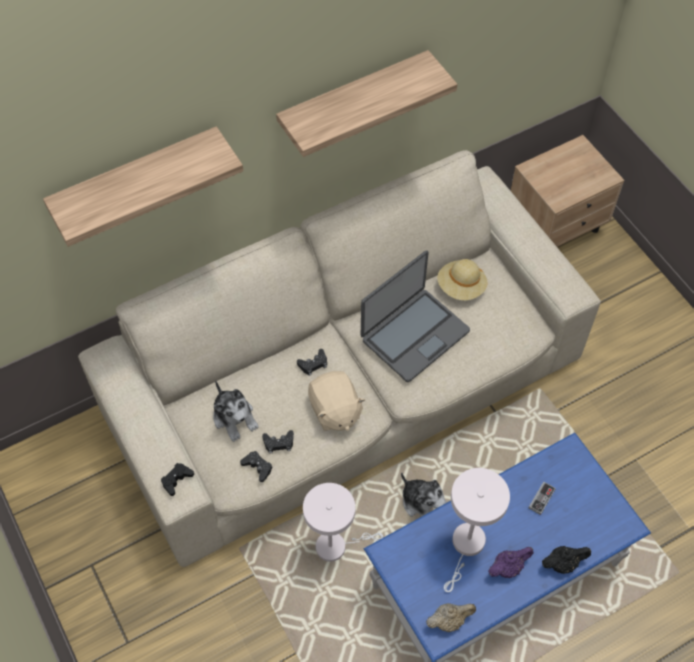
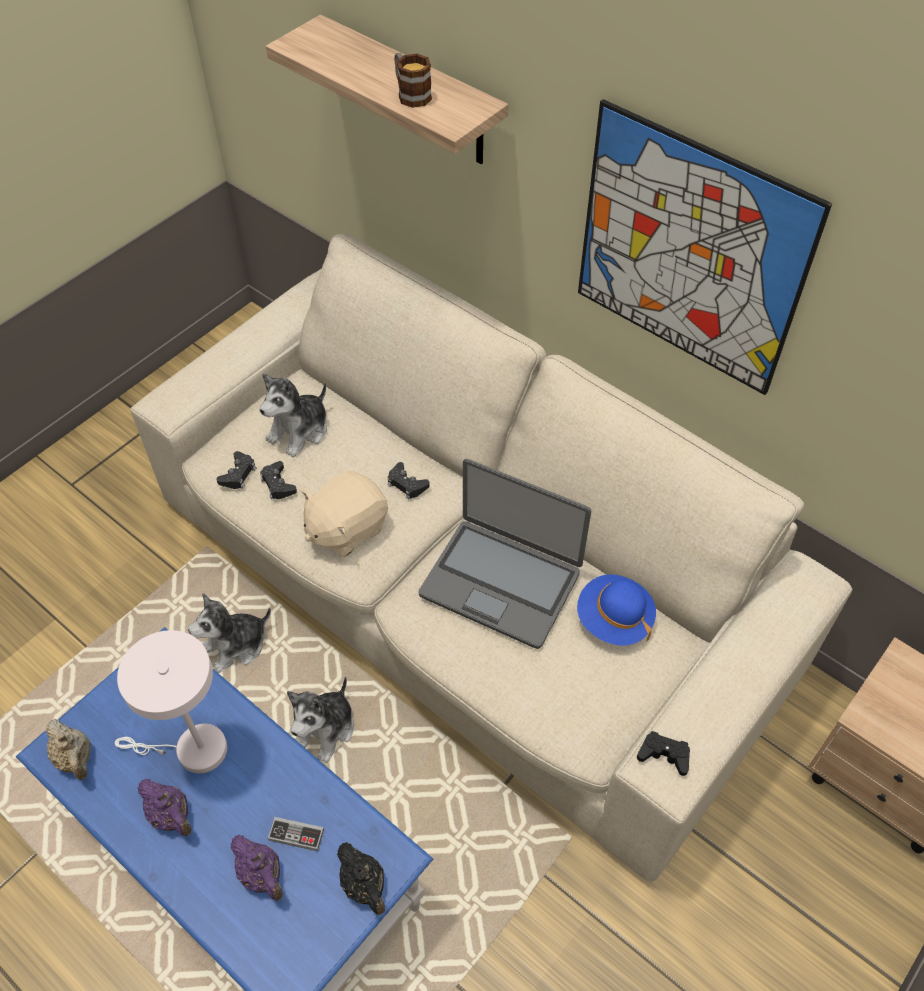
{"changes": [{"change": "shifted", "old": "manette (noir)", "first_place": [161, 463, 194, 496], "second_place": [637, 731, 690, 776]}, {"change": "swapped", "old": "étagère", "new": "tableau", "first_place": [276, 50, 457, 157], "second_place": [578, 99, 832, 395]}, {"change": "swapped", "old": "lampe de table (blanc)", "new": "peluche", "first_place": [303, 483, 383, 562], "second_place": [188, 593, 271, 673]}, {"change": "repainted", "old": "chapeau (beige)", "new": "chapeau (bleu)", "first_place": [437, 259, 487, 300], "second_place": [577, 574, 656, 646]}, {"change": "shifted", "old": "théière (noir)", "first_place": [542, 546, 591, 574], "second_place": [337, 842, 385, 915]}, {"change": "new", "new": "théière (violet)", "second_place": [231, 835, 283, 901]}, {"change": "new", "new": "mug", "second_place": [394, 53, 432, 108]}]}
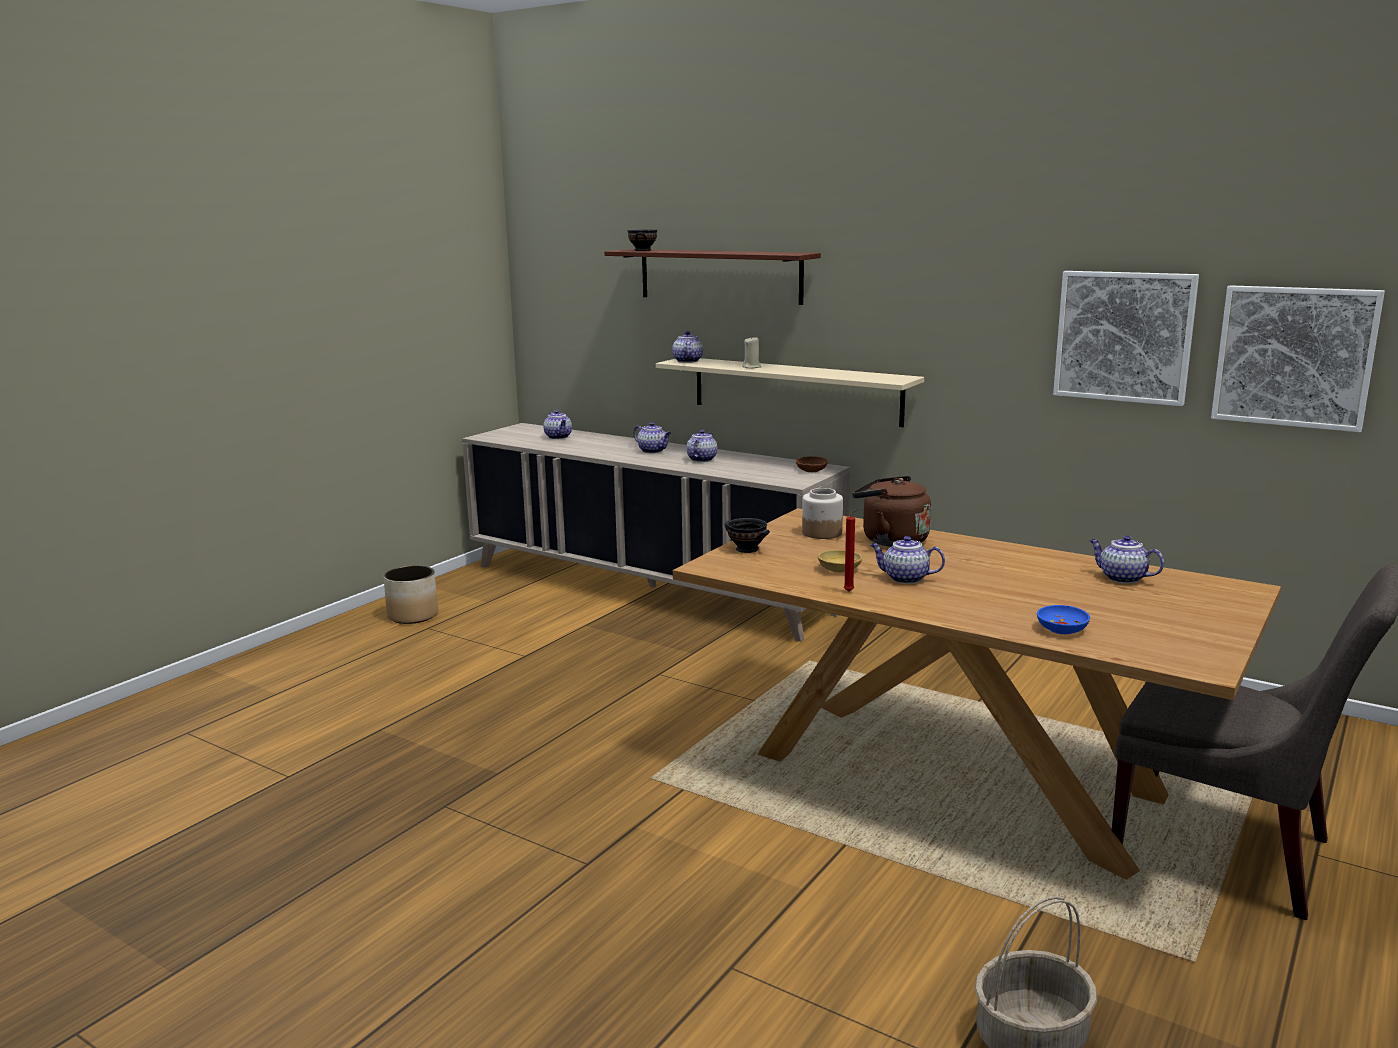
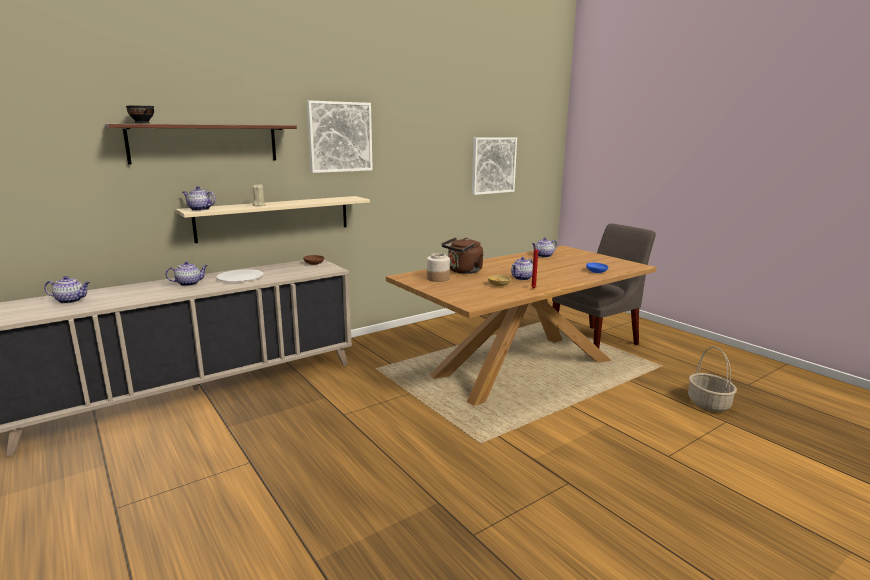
{"changes": [{"change": "gone", "old": "cache-pot", "first_place": [383, 565, 438, 624]}, {"change": "swapped", "old": "théière", "new": "assiette (blanc)", "first_place": [686, 430, 717, 462], "second_place": [216, 269, 263, 282]}, {"change": "gone", "old": "bol (noir)", "first_place": [725, 518, 770, 553]}, {"change": "shifted", "old": "tableau", "first_place": [1053, 271, 1199, 406], "second_place": [307, 101, 373, 173]}]}
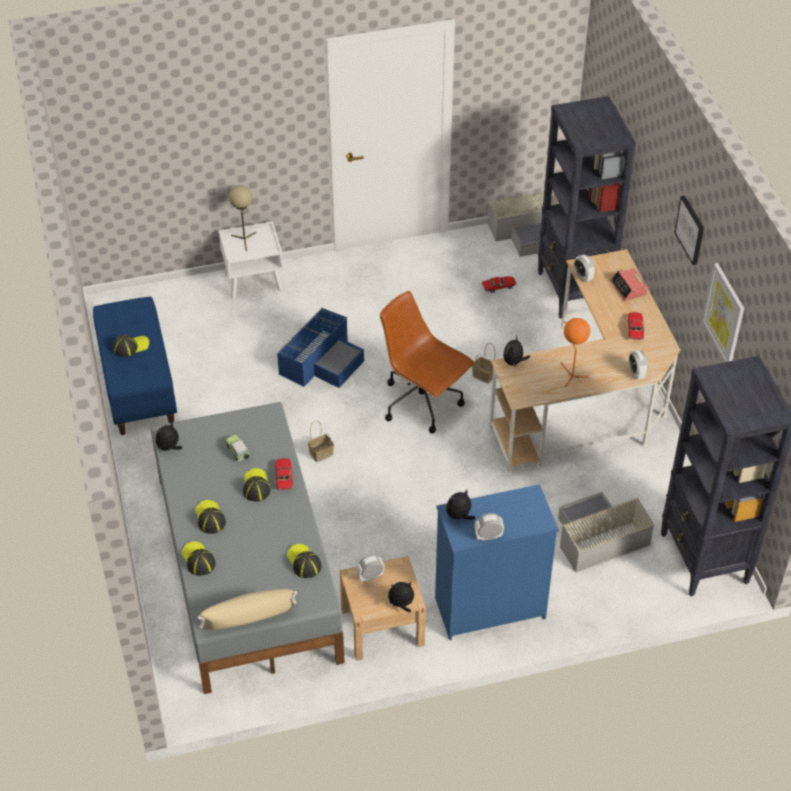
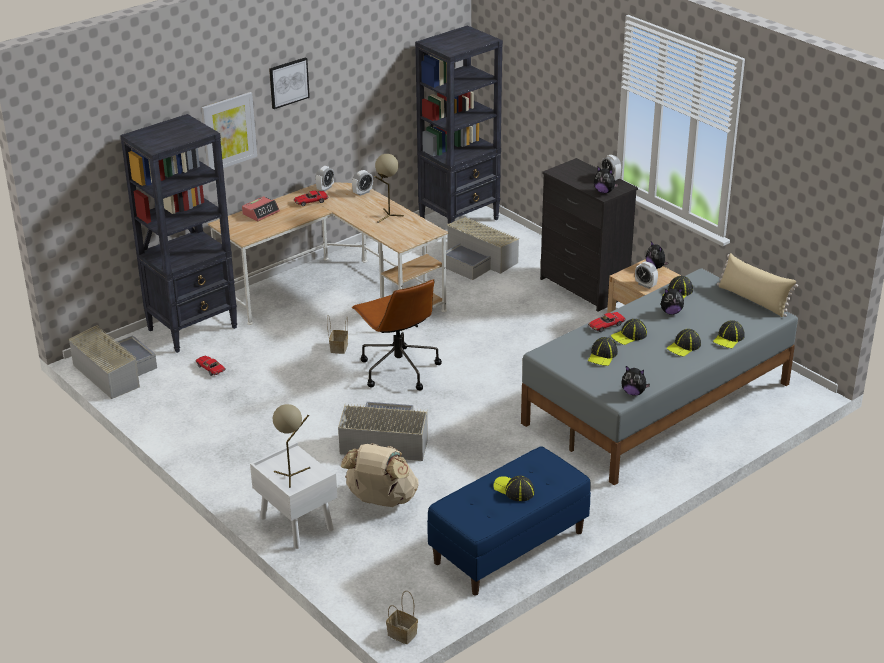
{"changes": [{"change": "swapped", "old": "petite voiture", "new": "casquette", "first_place": [225, 434, 250, 461], "second_place": [588, 337, 618, 366]}, {"change": "repainted", "old": "boîte de rangement (bleu)", "new": "boîte de rangement (gris)", "first_place": [277, 308, 364, 388], "second_place": [338, 402, 428, 461]}, {"change": "shifted", "old": "panier", "first_place": [308, 420, 334, 462], "second_place": [386, 591, 418, 644]}, {"change": "rotated", "old": "chaise de bureau (marron)", "first_place": [380, 291, 475, 433], "second_place": [352, 279, 442, 390], "degrees": -45}, {"change": "repainted", "old": "commode (bleu)", "new": "commode (noir)", "first_place": [435, 484, 559, 640], "second_place": [540, 158, 638, 312]}, {"change": "shifted", "old": "peluche", "first_place": [503, 335, 530, 368], "second_place": [661, 288, 684, 315]}, {"change": "repainted", "old": "lampe de table (orange)", "new": "lampe de table (beige)", "first_place": [561, 318, 590, 387], "second_place": [374, 154, 404, 223]}, {"change": "shifted", "old": "réveil", "first_place": [574, 255, 595, 282], "second_place": [315, 166, 334, 192]}, {"change": "shifted", "old": "tableau", "first_place": [702, 263, 744, 362], "second_place": [201, 92, 257, 170]}, {"change": "new", "new": "sac à dos (beige)", "second_place": [341, 443, 418, 507]}]}
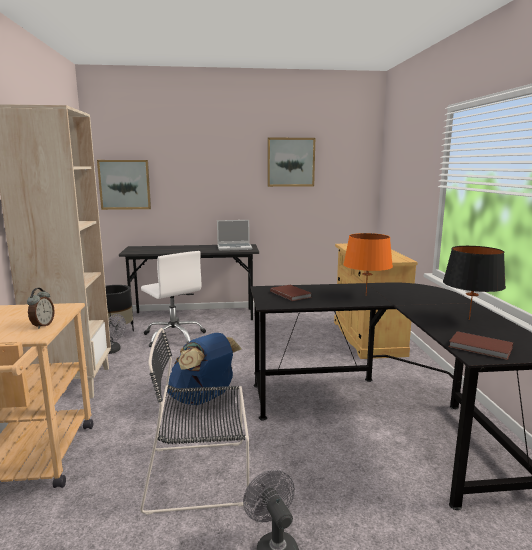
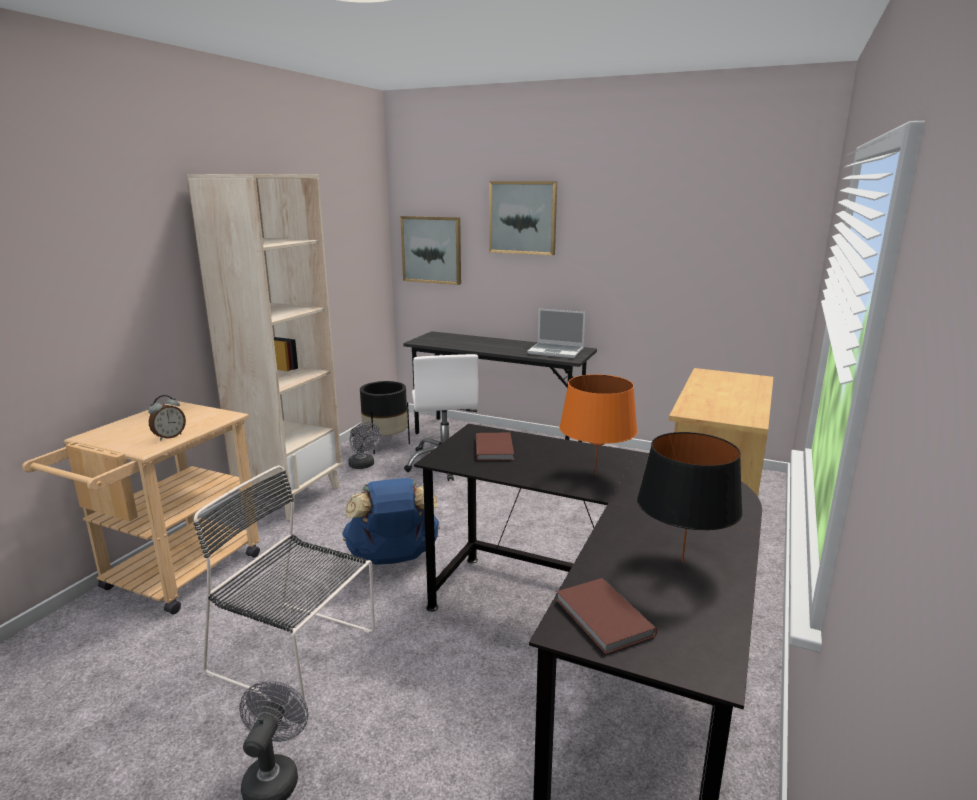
{"changes": [{"change": "shifted", "old": "tableau", "first_place": [268, 138, 315, 187], "second_place": [489, 181, 557, 255]}]}
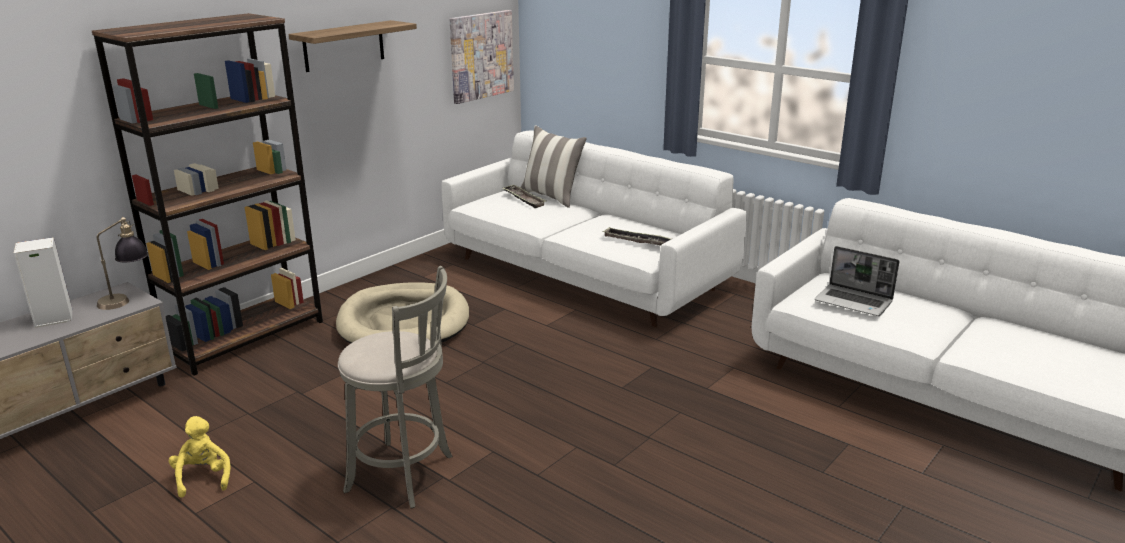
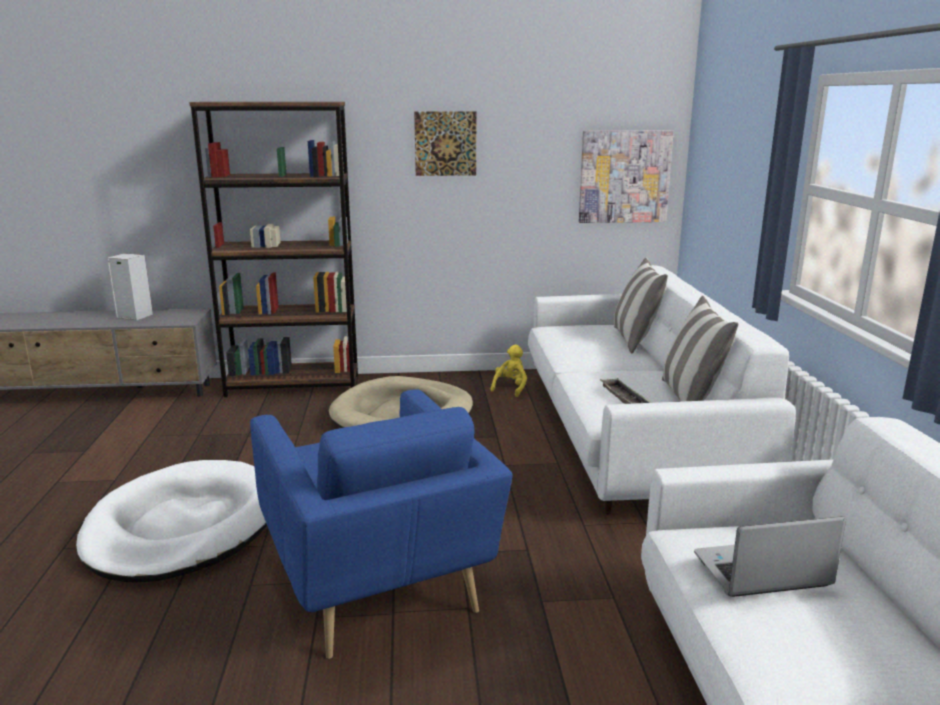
{"changes": [{"change": "gone", "old": "lampe de table", "first_place": [97, 216, 149, 310]}, {"change": "shifted", "old": "peluche (jaune)", "first_place": [169, 416, 231, 498], "second_place": [490, 344, 527, 397]}, {"change": "swapped", "old": "étagère", "new": "tableau", "first_place": [289, 20, 417, 72], "second_place": [414, 111, 476, 176]}, {"change": "swapped", "old": "tabouret (gris)", "new": "panier pour chien (blanc)", "first_place": [338, 266, 453, 508], "second_place": [76, 460, 267, 583]}, {"change": "gone", "old": "plateau", "first_place": [503, 185, 547, 208]}, {"change": "rotated", "old": "ordinateur portable", "first_place": [815, 246, 899, 316], "second_place": [694, 516, 846, 597], "degrees": 90}, {"change": "new", "new": "fauteuil (bleu)", "second_place": [250, 389, 512, 659]}, {"change": "new", "new": "coussin", "second_place": [662, 295, 738, 402]}]}
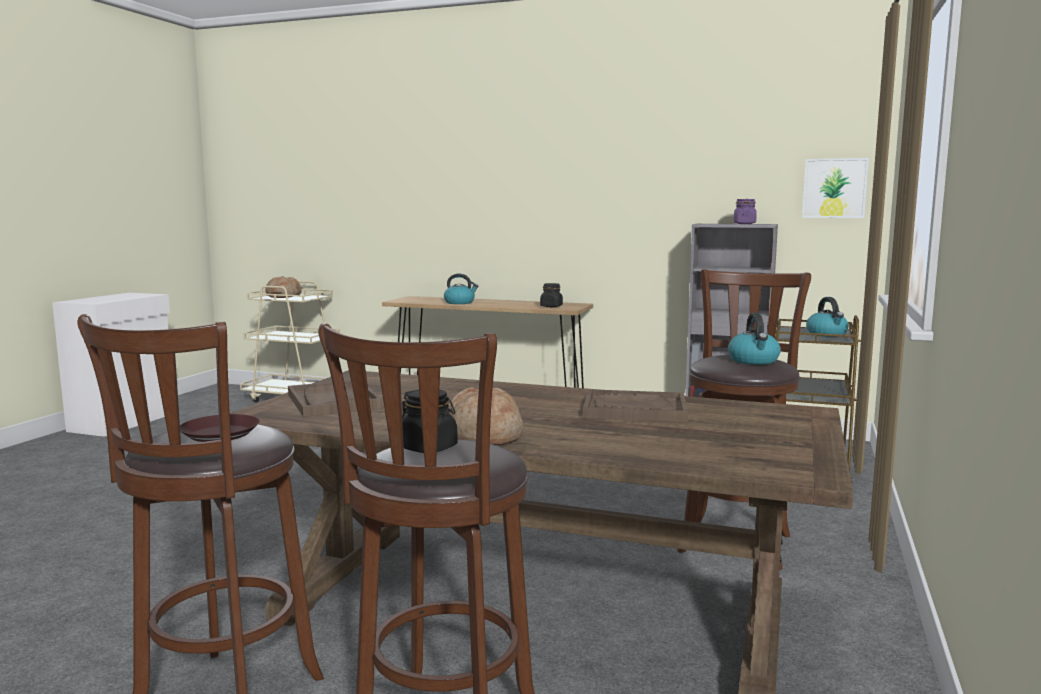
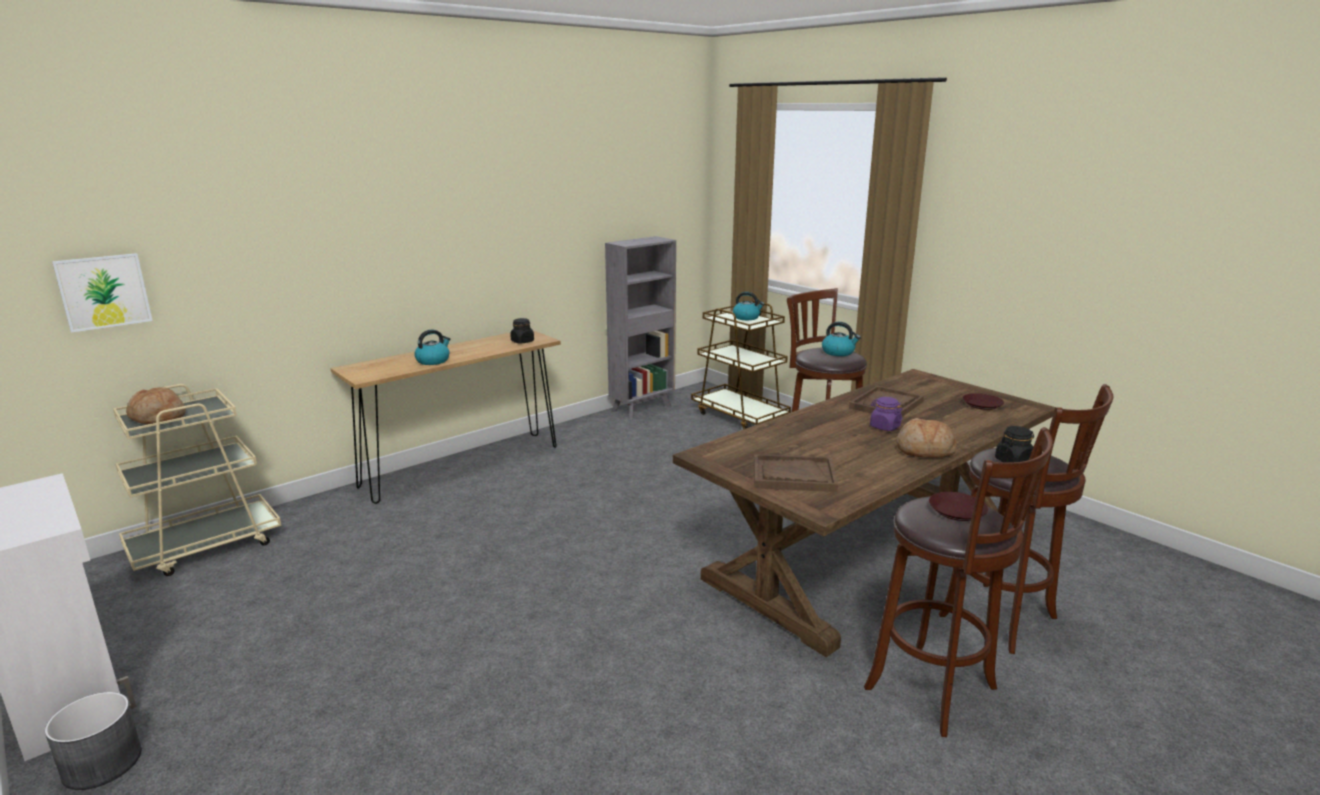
{"changes": [{"change": "shifted", "old": "bocal (violet)", "first_place": [734, 199, 757, 224], "second_place": [870, 397, 902, 431]}, {"change": "shifted", "old": "tableau", "first_place": [802, 158, 869, 218], "second_place": [52, 253, 153, 333]}, {"change": "new", "new": "cache-pot (gris)", "second_place": [45, 692, 142, 790]}, {"change": "new", "new": "assiette (marron)", "second_place": [963, 393, 1004, 410]}]}
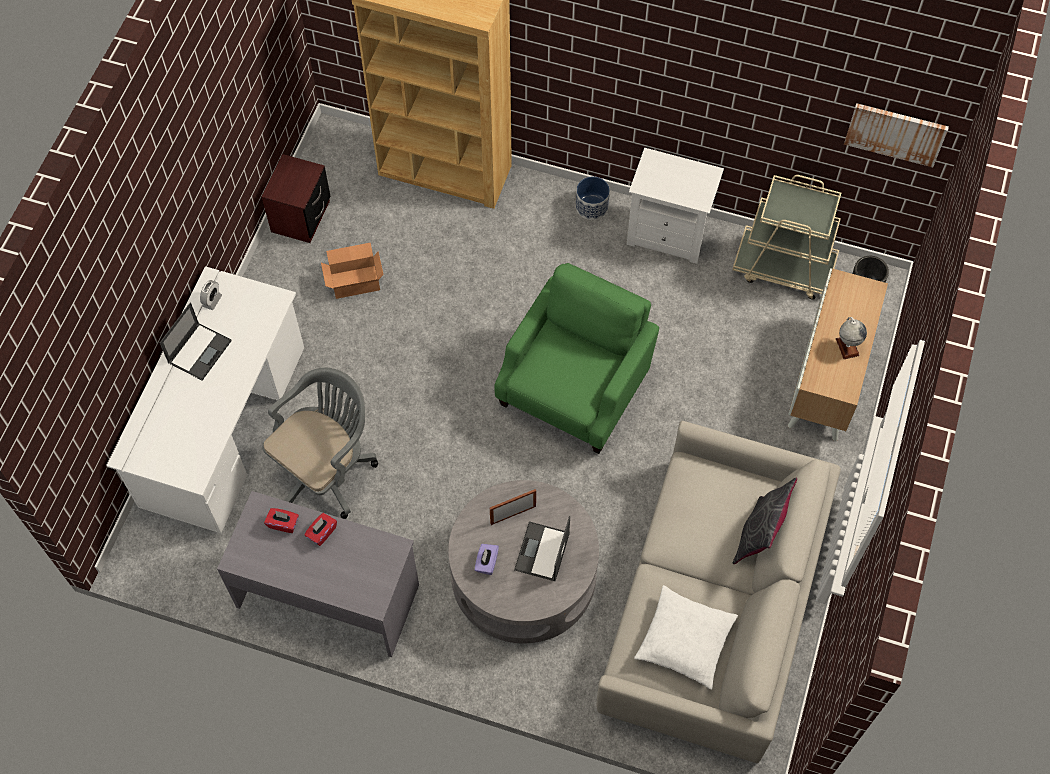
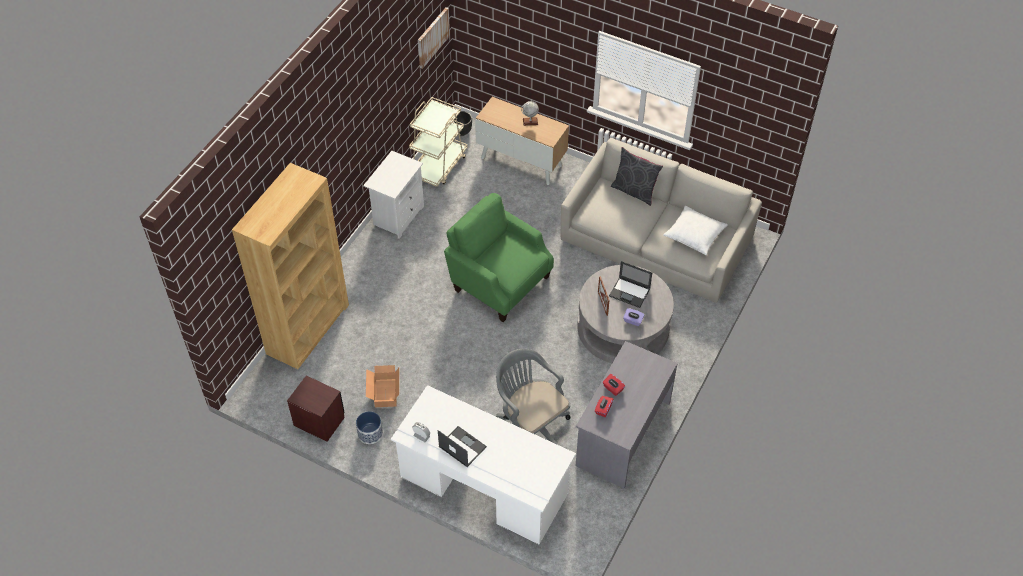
{"changes": [{"change": "shifted", "old": "cache-pot", "first_place": [576, 176, 610, 220], "second_place": [356, 411, 383, 444]}]}
